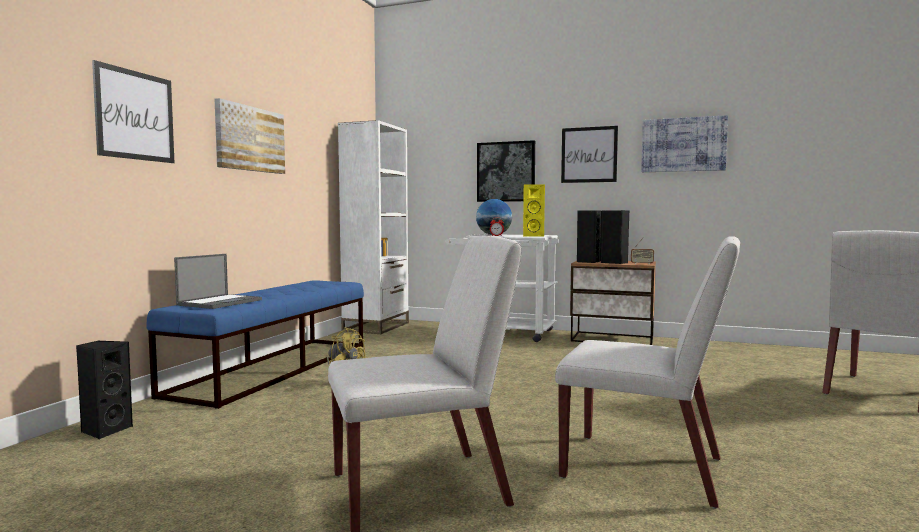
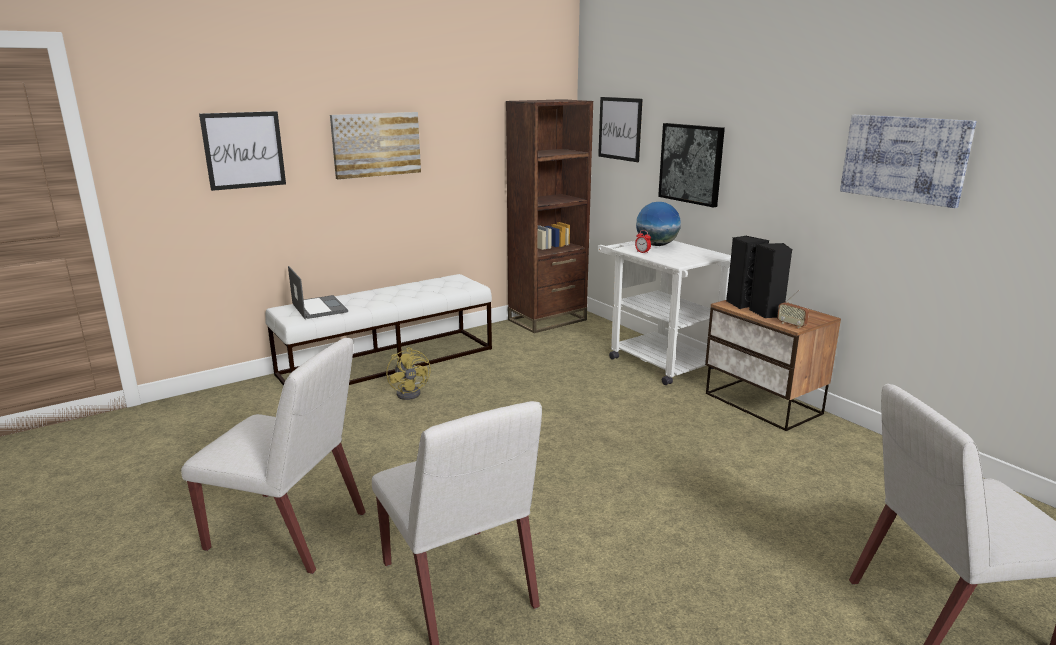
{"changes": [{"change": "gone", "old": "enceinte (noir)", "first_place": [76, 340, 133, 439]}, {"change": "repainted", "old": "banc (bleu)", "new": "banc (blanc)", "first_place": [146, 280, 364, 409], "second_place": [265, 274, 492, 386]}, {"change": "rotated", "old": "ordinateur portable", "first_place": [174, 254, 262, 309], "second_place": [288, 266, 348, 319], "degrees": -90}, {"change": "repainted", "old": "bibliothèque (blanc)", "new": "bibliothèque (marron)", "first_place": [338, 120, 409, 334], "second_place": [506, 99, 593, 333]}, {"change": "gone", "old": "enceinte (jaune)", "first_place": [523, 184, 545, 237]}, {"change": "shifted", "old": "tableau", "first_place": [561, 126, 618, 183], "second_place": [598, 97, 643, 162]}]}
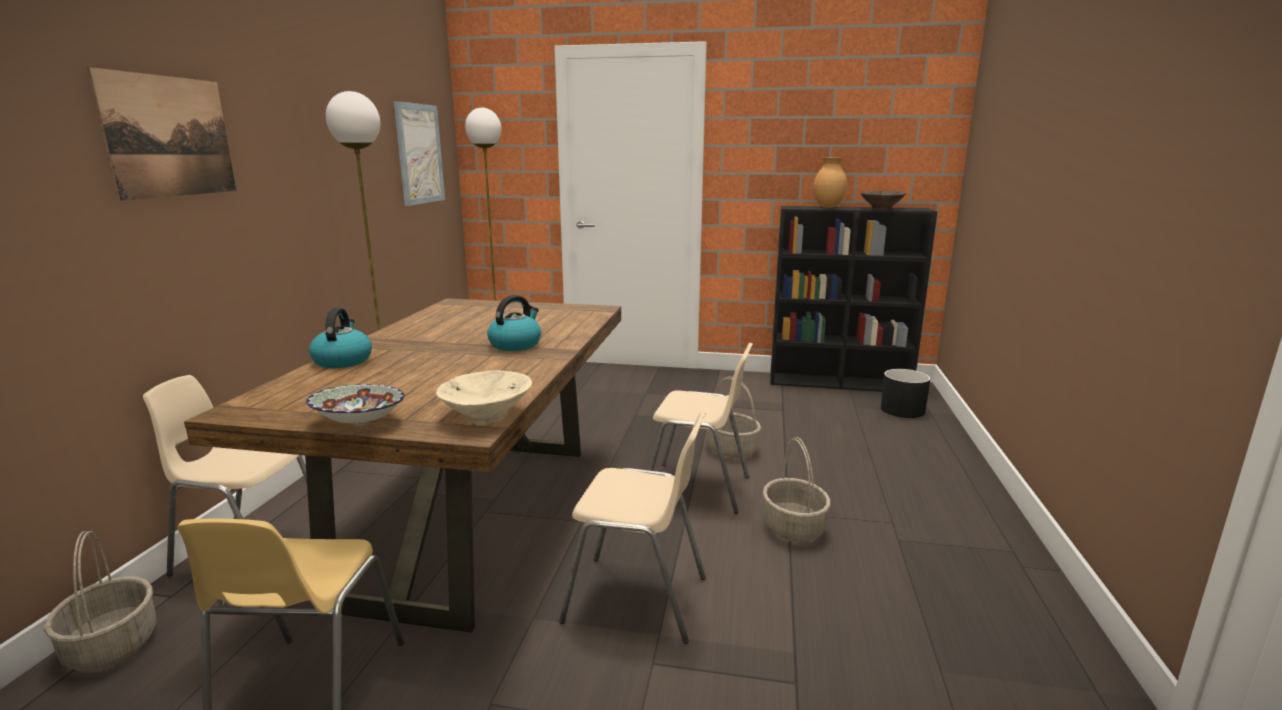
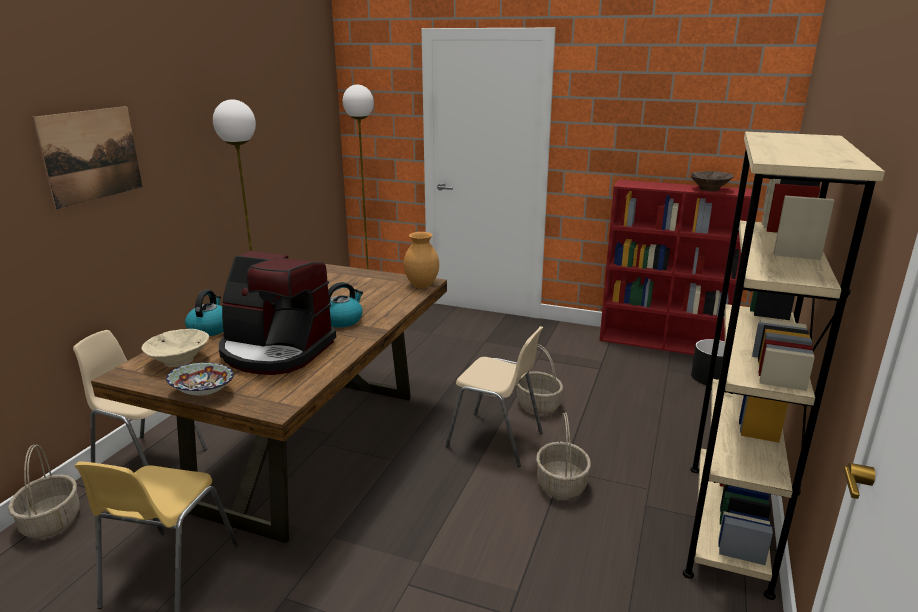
{"changes": [{"change": "gone", "old": "tableau", "first_place": [394, 101, 445, 206]}, {"change": "shifted", "old": "bol (beige)", "first_place": [436, 370, 532, 424], "second_place": [141, 329, 209, 367]}, {"change": "gone", "old": "chaise (beige)", "first_place": [559, 410, 707, 644]}, {"change": "repainted", "old": "bibliothèque (noir)", "new": "bibliothèque (rouge)", "first_place": [770, 206, 937, 392], "second_place": [599, 180, 760, 355]}, {"change": "shifted", "old": "vase (marron)", "first_place": [813, 157, 847, 208], "second_place": [404, 232, 439, 288]}, {"change": "new", "new": "machine à café", "second_place": [219, 251, 336, 375]}, {"change": "new", "new": "bibliothèque (beige)", "second_place": [683, 132, 885, 600]}]}
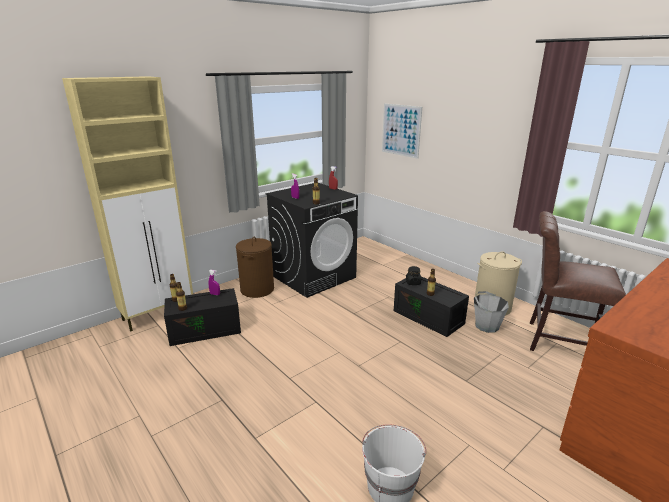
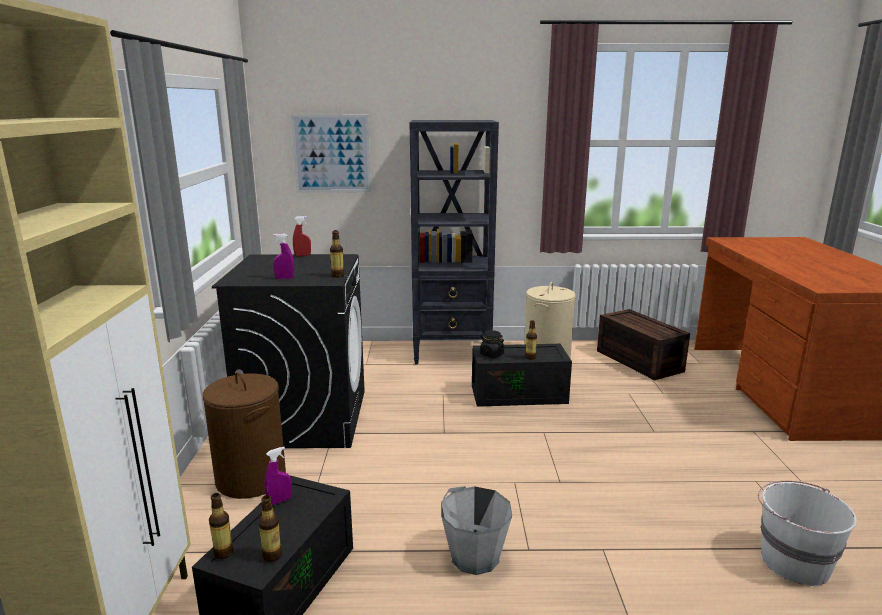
{"changes": [{"change": "shifted", "old": "seau (gris)", "first_place": [474, 291, 509, 333], "second_place": [441, 486, 512, 575]}, {"change": "swapped", "old": "chaise (marron)", "new": "boîte de rangement (marron)", "first_place": [530, 211, 626, 351], "second_place": [597, 309, 690, 380]}, {"change": "new", "new": "bibliothèque (noir)", "second_place": [409, 120, 499, 364]}]}
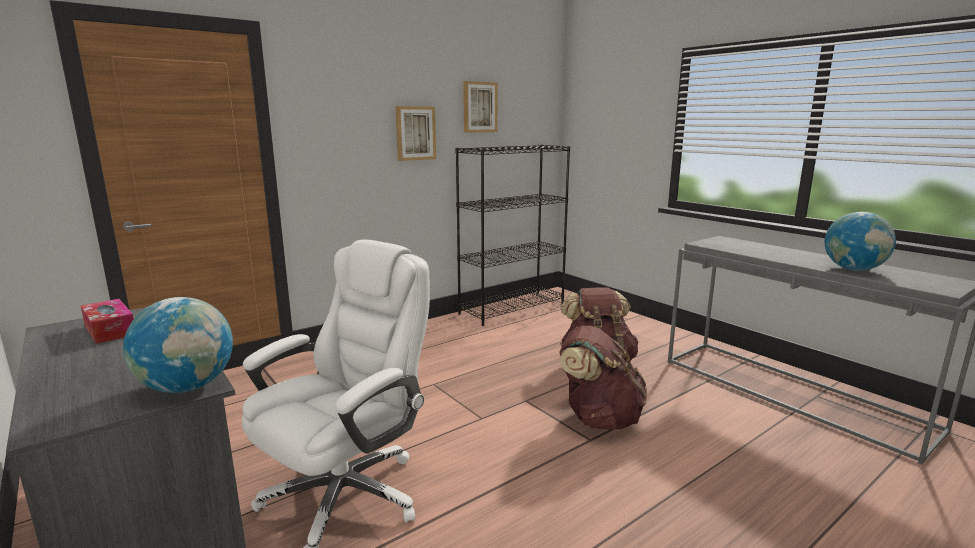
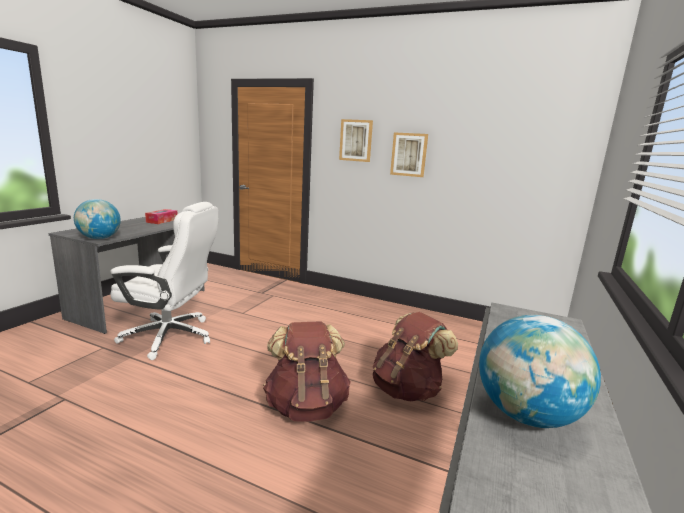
{"changes": [{"change": "gone", "old": "bibliothèque (noir)", "first_place": [455, 145, 570, 326]}, {"change": "shifted", "old": "tableau", "first_place": [463, 81, 498, 133], "second_place": [339, 119, 373, 162]}]}
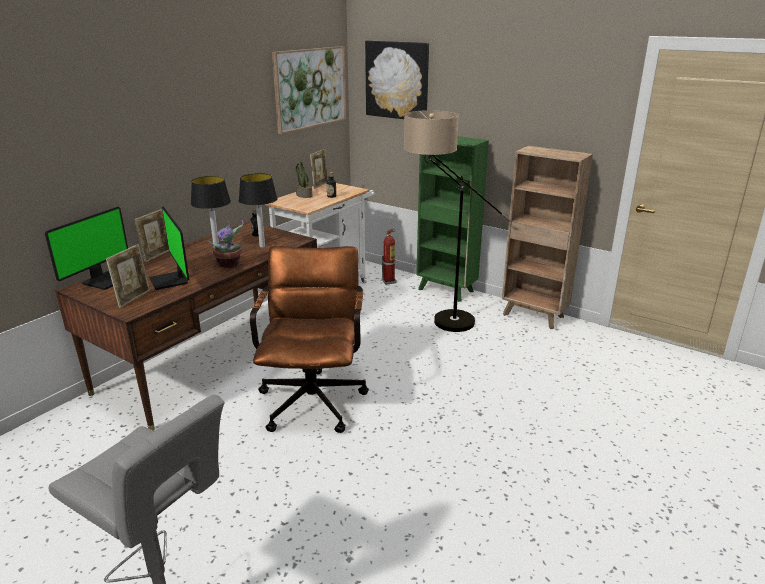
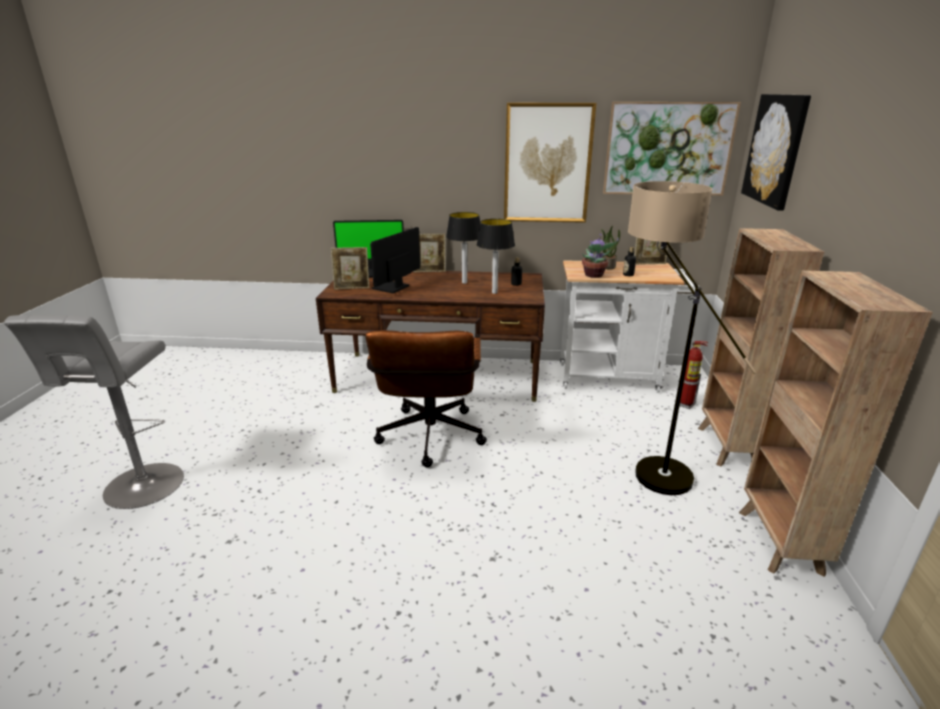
{"changes": [{"change": "shifted", "old": "plante en pot", "first_place": [208, 220, 244, 268], "second_place": [582, 234, 619, 278]}, {"change": "rotated", "old": "chaise de bureau (marron)", "first_place": [250, 246, 369, 433], "second_place": [365, 330, 487, 468], "degrees": 120}, {"change": "repainted", "old": "bibliothèque (vert)", "new": "bibliothèque (marron)", "first_place": [416, 136, 489, 302], "second_place": [698, 228, 824, 467]}, {"change": "new", "new": "tableau", "second_place": [504, 103, 596, 223]}]}
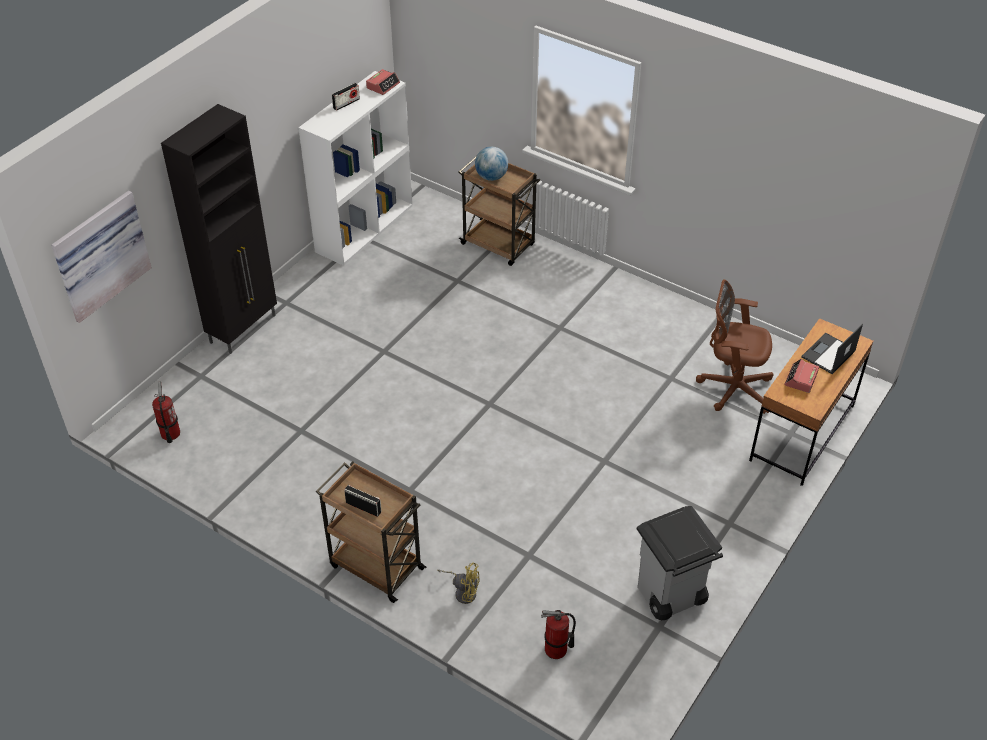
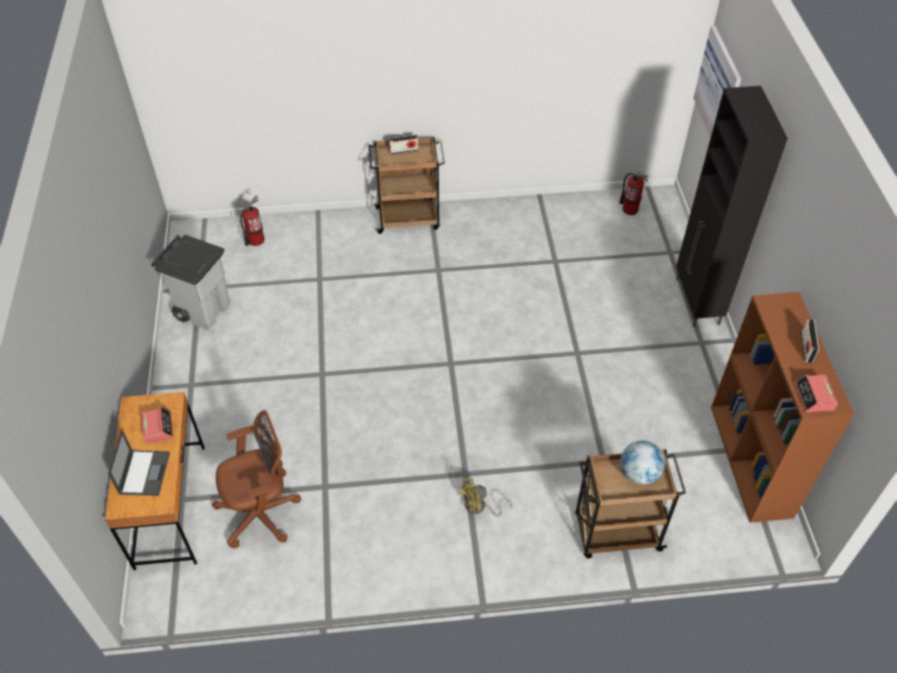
{"changes": [{"change": "repainted", "old": "bibliothèque (blanc)", "new": "bibliothèque (marron)", "first_place": [298, 71, 413, 266], "second_place": [711, 292, 854, 523]}, {"change": "shifted", "old": "ventilateur (jaune)", "first_place": [438, 563, 480, 604], "second_place": [459, 477, 512, 517]}]}
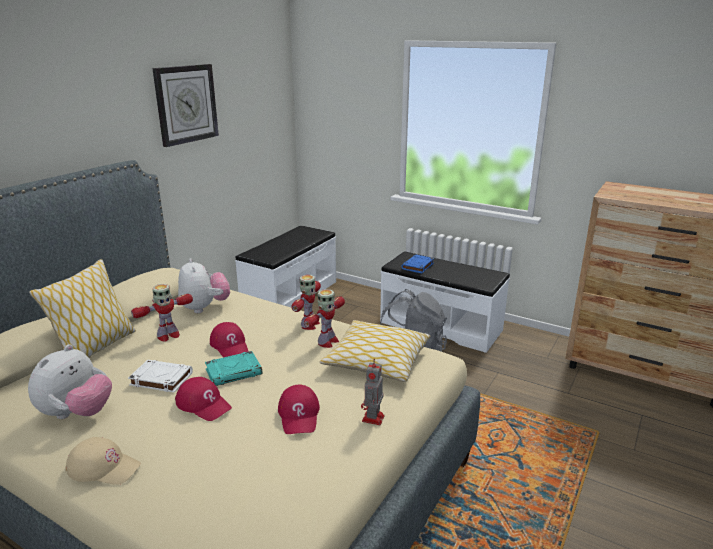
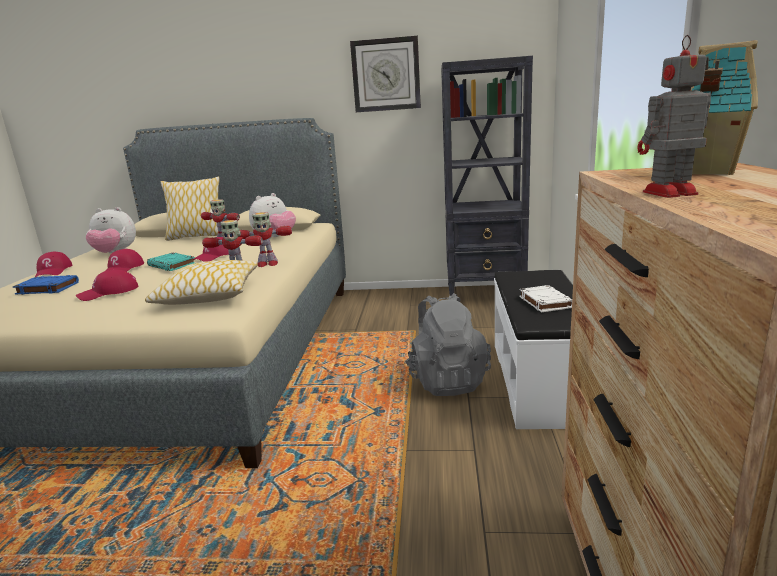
{"changes": [{"change": "repainted", "old": "casquette (beige)", "new": "casquette (rouge)", "first_place": [65, 437, 141, 485], "second_place": [35, 252, 72, 277]}, {"change": "shifted", "old": "livre (blanc)", "first_place": [128, 360, 193, 393], "second_place": [519, 285, 572, 313]}, {"change": "swapped", "old": "banc (blanc)", "new": "bibliothèque (noir)", "first_place": [235, 226, 336, 307], "second_place": [441, 56, 533, 296]}, {"change": "shifted", "old": "robot jouet", "first_place": [361, 359, 385, 425], "second_place": [637, 35, 711, 198]}, {"change": "shifted", "old": "livre (bleu)", "first_place": [401, 254, 434, 273], "second_place": [13, 275, 79, 295]}, {"change": "new", "new": "maison miniature", "second_place": [691, 40, 758, 175]}]}
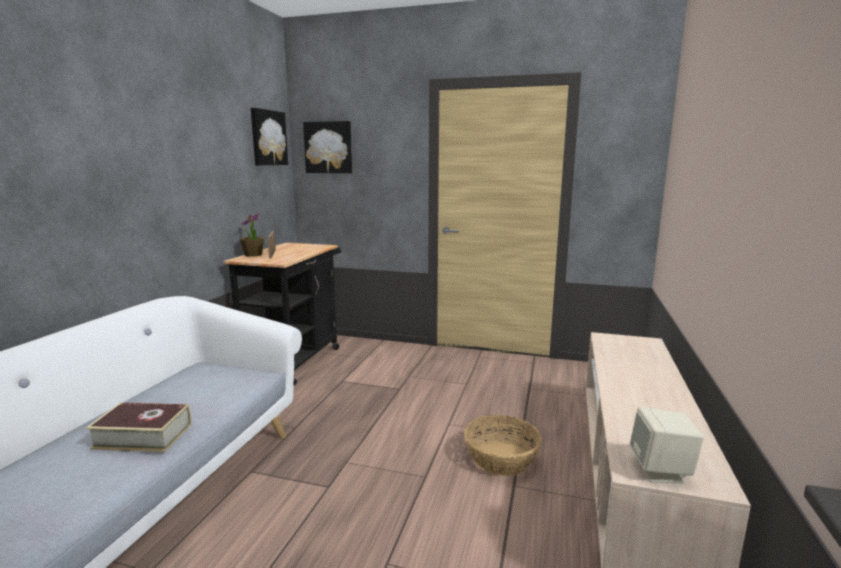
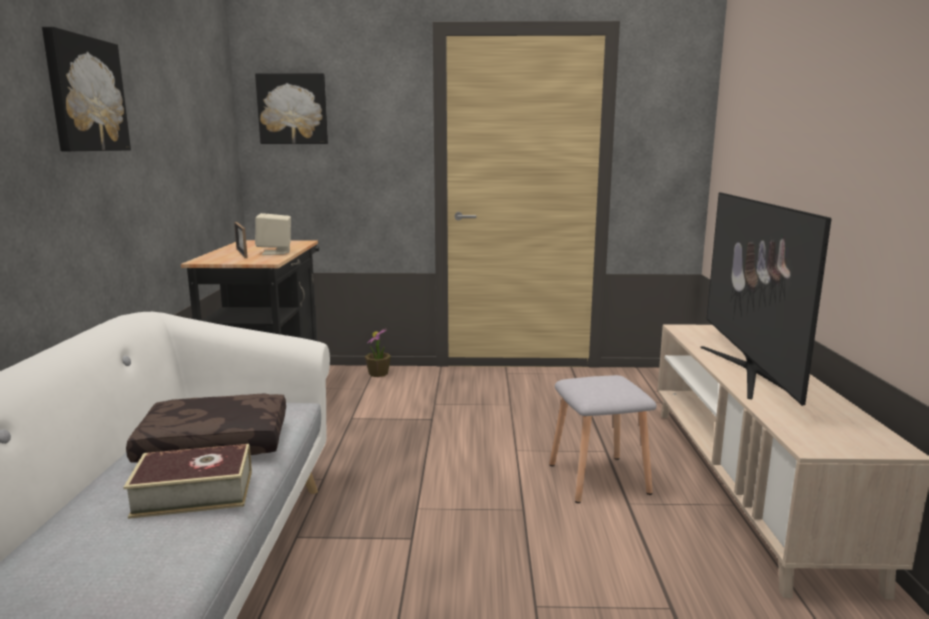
{"changes": [{"change": "shifted", "old": "plante en pot", "first_place": [240, 213, 264, 257], "second_place": [365, 329, 391, 377]}, {"change": "shifted", "old": "tableau", "first_place": [251, 108, 288, 165], "second_place": [42, 26, 131, 151]}, {"change": "swapped", "old": "panier", "new": "tabouret (gris)", "first_place": [464, 415, 542, 476], "second_place": [549, 375, 657, 503]}, {"change": "shifted", "old": "enceinte (beige)", "first_place": [630, 407, 704, 484], "second_place": [255, 213, 291, 255]}, {"change": "new", "new": "coussin (marron)", "second_place": [126, 393, 286, 463]}, {"change": "new", "new": "téléviseur", "second_place": [700, 192, 832, 406]}]}
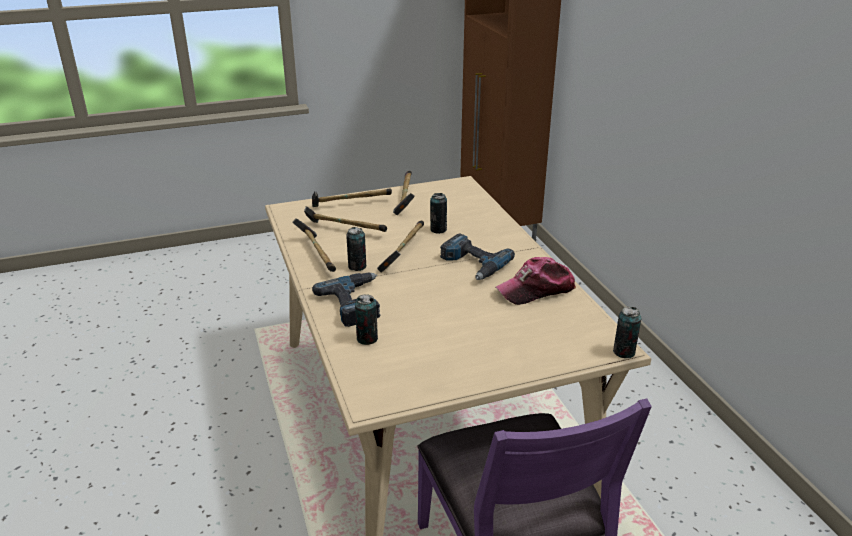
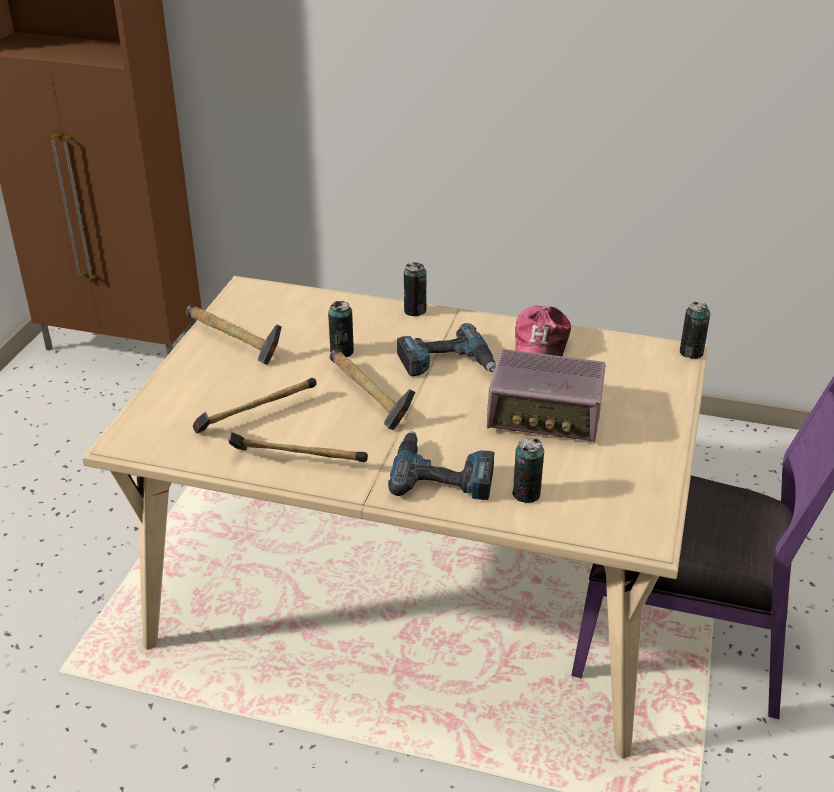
{"changes": [{"change": "gone", "old": "marteau", "first_place": [312, 189, 392, 207]}, {"change": "shifted", "old": "boîte métallique", "first_place": [346, 227, 366, 271], "second_place": [404, 262, 427, 316]}, {"change": "new", "new": "radio", "second_place": [487, 349, 605, 442]}]}
